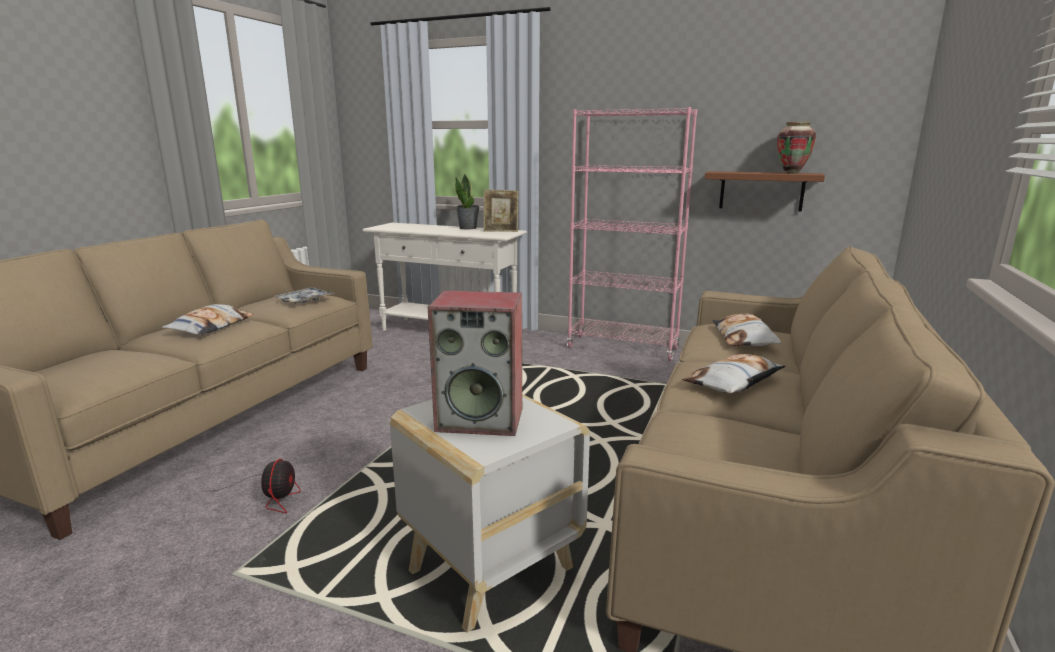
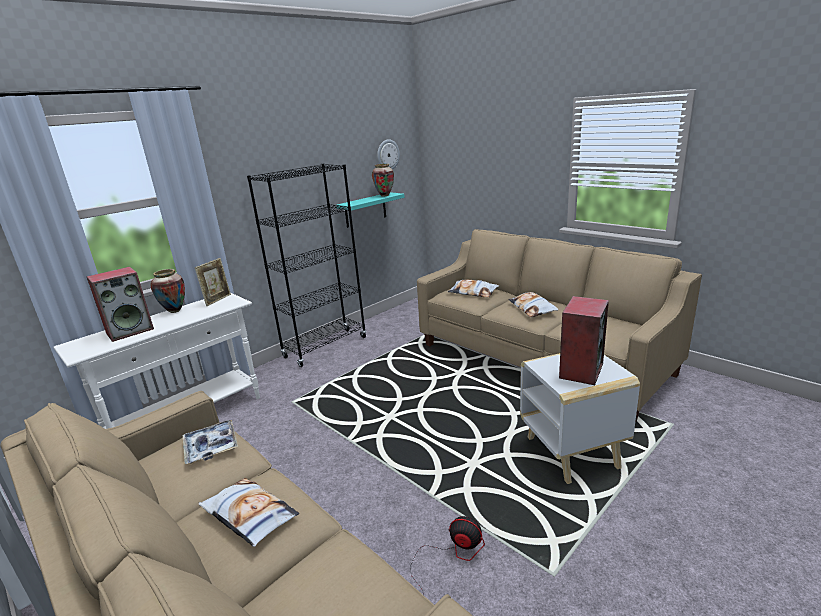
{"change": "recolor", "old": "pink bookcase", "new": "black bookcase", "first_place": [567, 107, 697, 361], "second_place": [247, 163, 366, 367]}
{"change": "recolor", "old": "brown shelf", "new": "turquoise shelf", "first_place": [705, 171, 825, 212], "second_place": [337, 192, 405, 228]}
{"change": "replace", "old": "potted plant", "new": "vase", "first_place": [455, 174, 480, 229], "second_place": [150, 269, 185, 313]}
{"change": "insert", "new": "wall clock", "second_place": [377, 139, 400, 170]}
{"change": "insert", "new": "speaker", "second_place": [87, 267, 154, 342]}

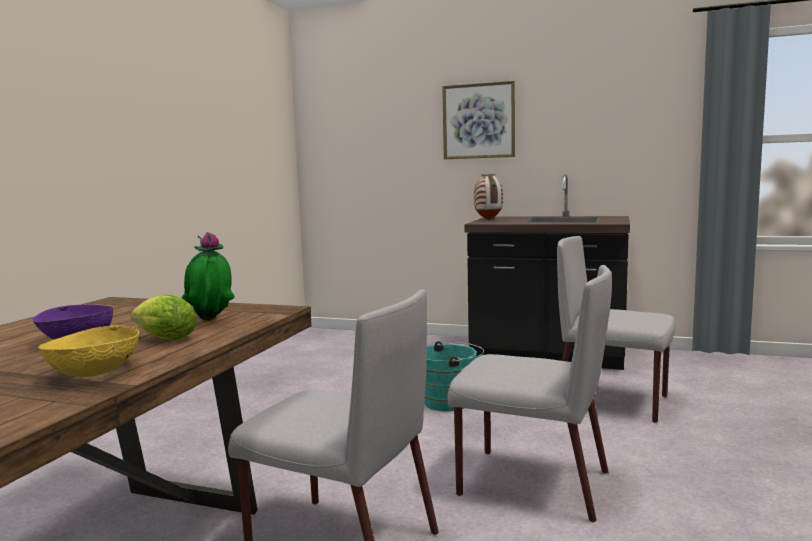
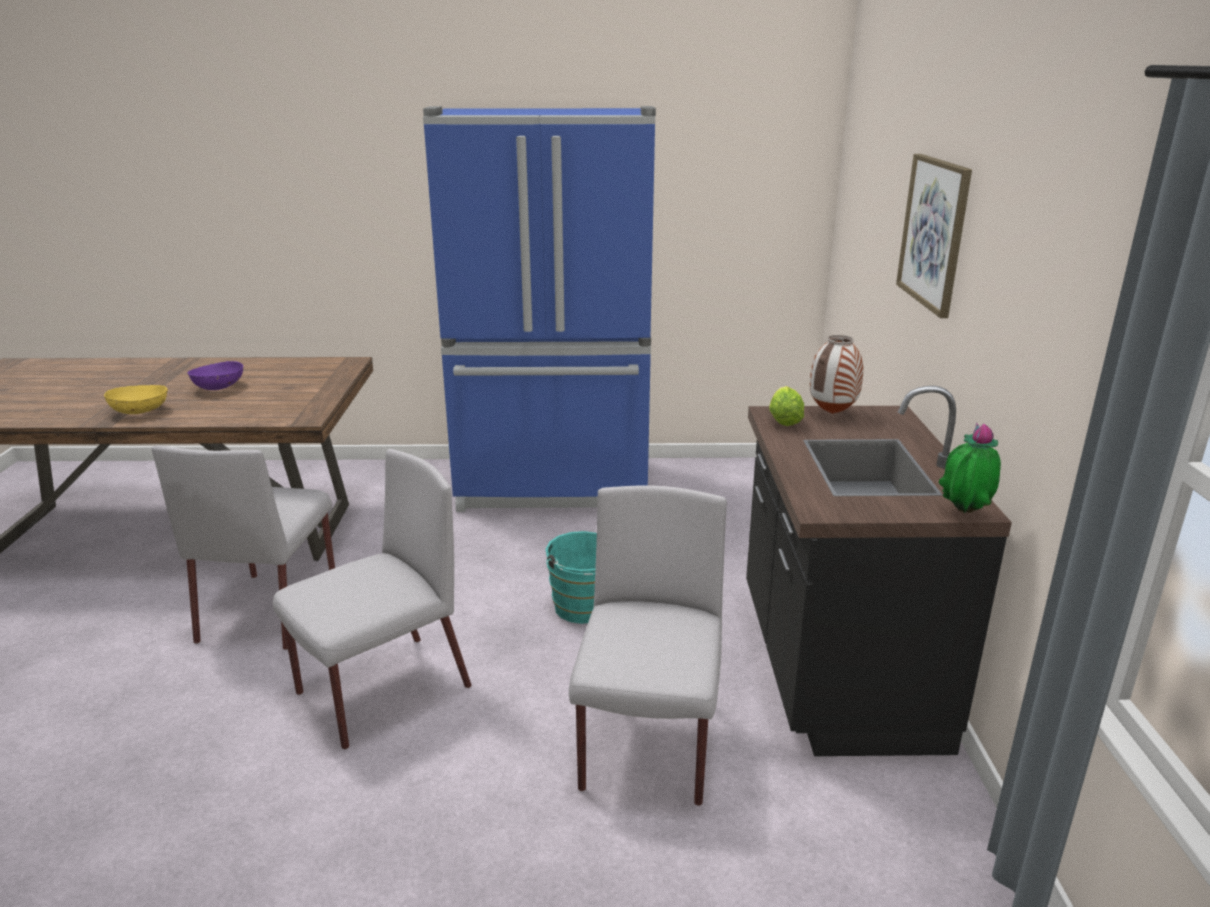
{"change": "move", "old": "potted plant", "first_place": [182, 232, 235, 321], "second_place": [939, 423, 1001, 513]}
{"change": "rotate", "old": "grey chair", "first_place": [447, 265, 612, 523], "second_place": [273, 449, 472, 749], "degrees": -135}
{"change": "move", "old": "lettuce", "first_place": [131, 295, 197, 340], "second_place": [769, 386, 804, 426]}
{"change": "insert", "new": "blue fridge", "second_place": [423, 106, 656, 512]}

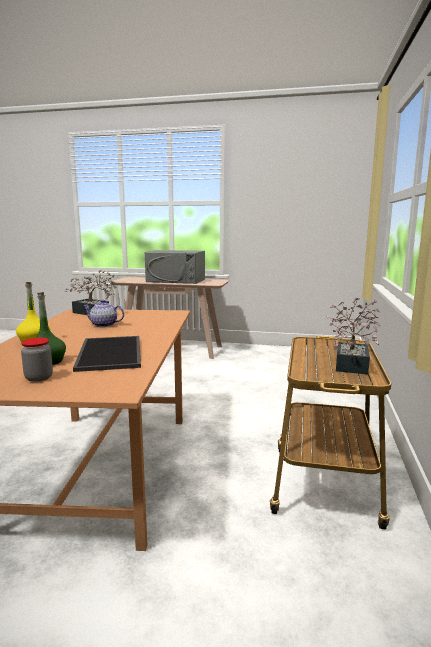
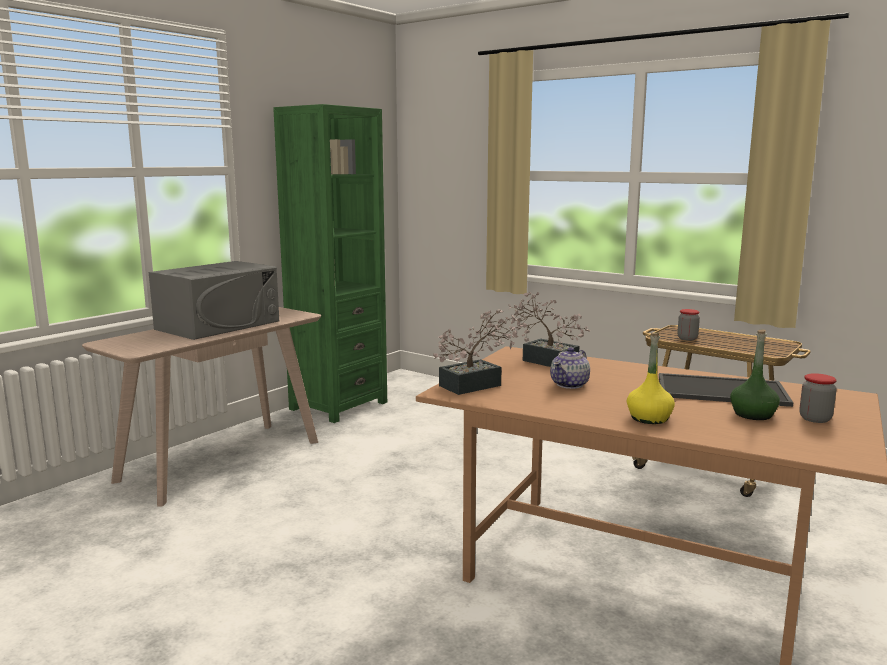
{"change": "move", "old": "potted plant", "first_place": [326, 297, 381, 374], "second_place": [508, 292, 591, 367]}
{"change": "insert", "new": "green bookcase", "second_place": [273, 104, 387, 423]}
{"change": "insert", "new": "jar", "second_place": [677, 309, 700, 341]}

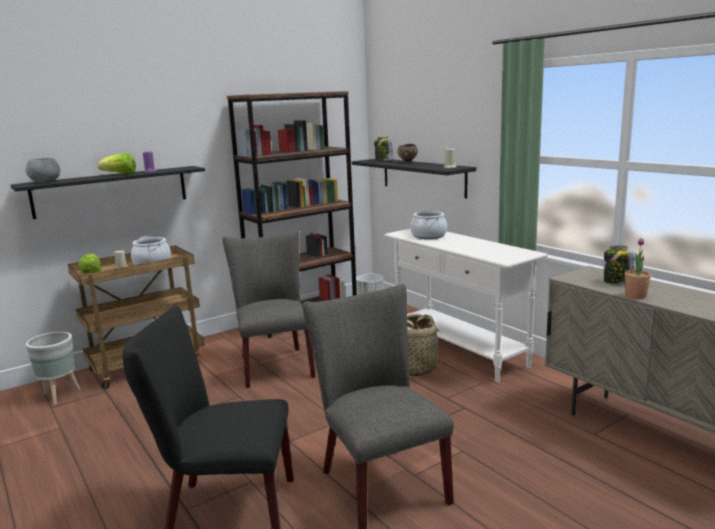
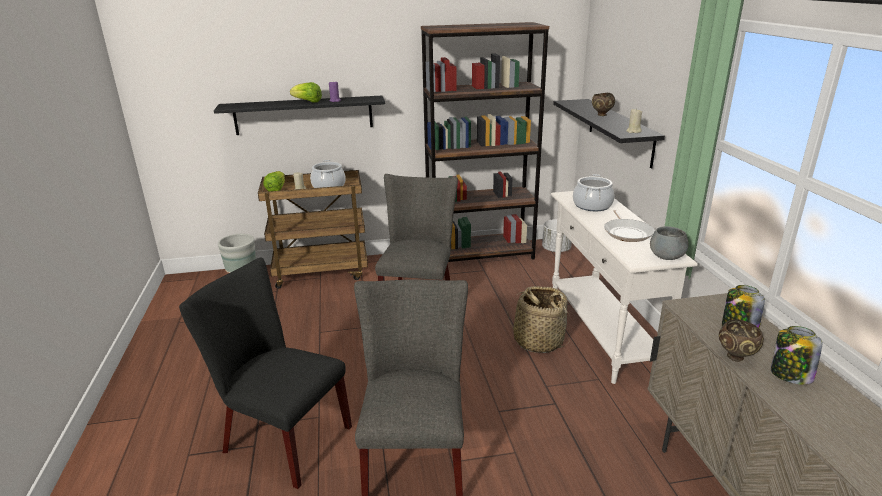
{"change": "move", "old": "jar", "first_place": [374, 137, 393, 161], "second_place": [771, 326, 822, 385]}
{"change": "move", "old": "grey bowl", "first_place": [26, 158, 60, 183], "second_place": [650, 226, 689, 260]}
{"change": "replace", "old": "potted plant", "new": "brown bowl", "first_place": [625, 238, 651, 299], "second_place": [719, 319, 764, 362]}
{"change": "insert", "new": "frying pan", "second_place": [604, 210, 655, 242]}

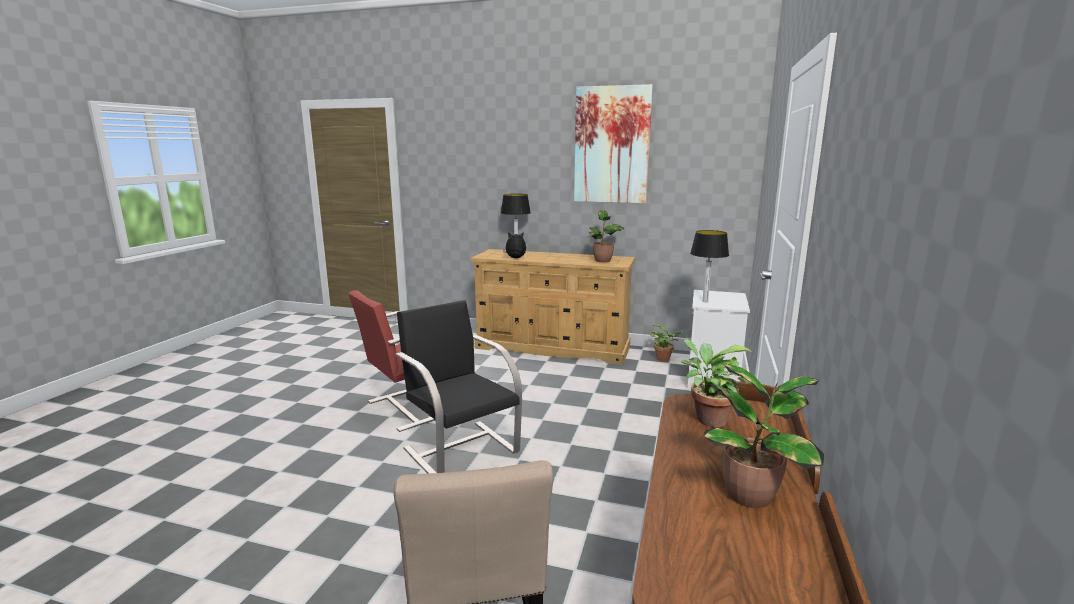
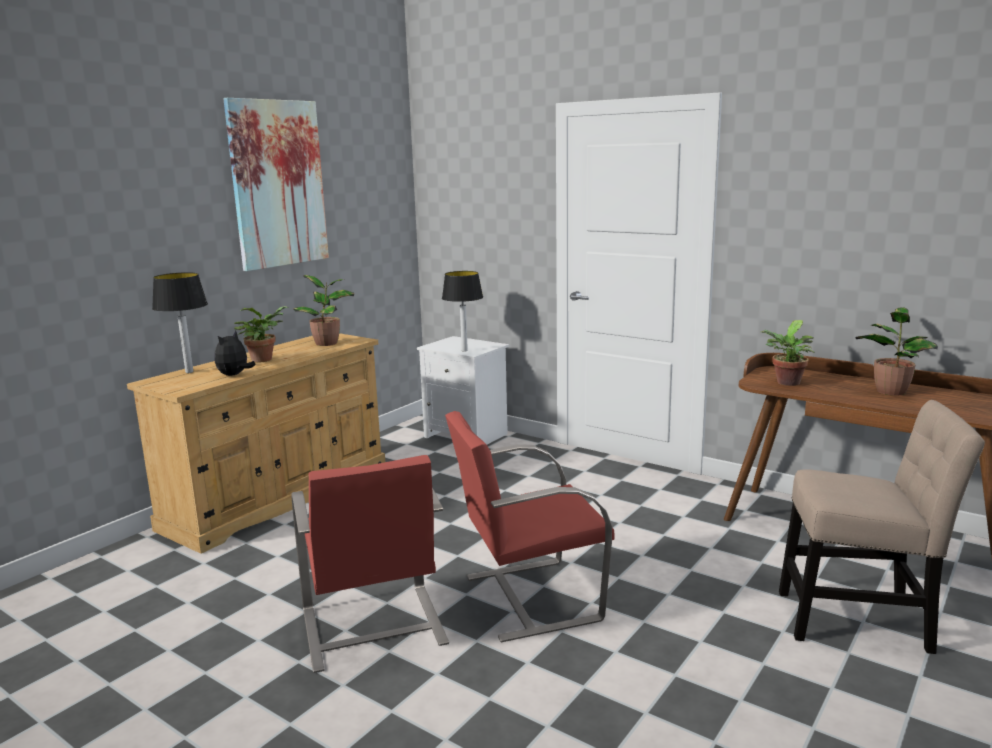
{"change": "recolor", "old": "black chair", "new": "red chair", "first_place": [395, 300, 522, 474], "second_place": [445, 411, 615, 642]}
{"change": "move", "old": "potted plant", "first_place": [650, 324, 684, 361], "second_place": [234, 306, 288, 362]}

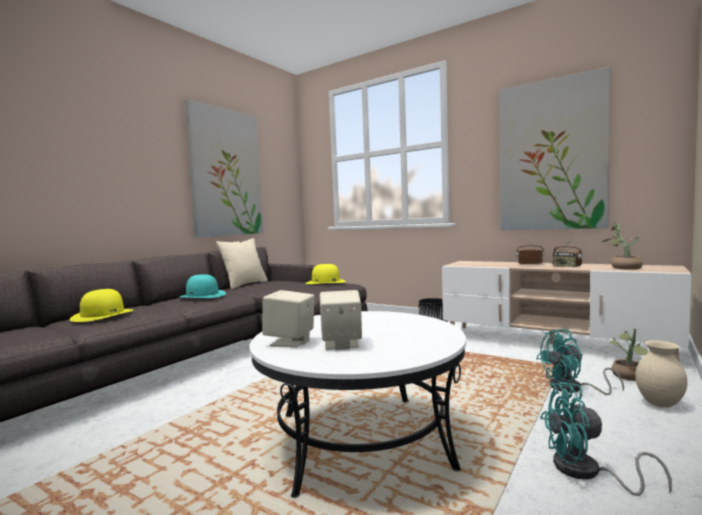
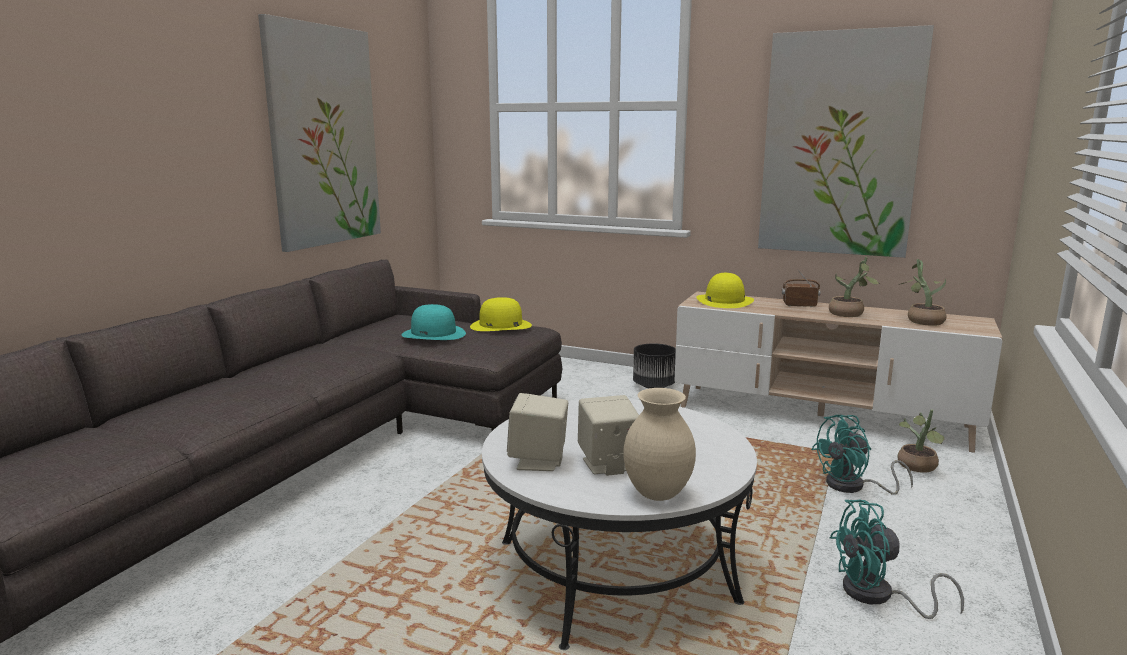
{"change": "delete", "old": "beige pillow", "first_place": [216, 238, 267, 289]}
{"change": "replace", "old": "radio", "new": "potted plant", "first_place": [552, 238, 583, 268], "second_place": [829, 257, 879, 317]}
{"change": "move", "old": "turquoise hat", "first_place": [179, 274, 226, 298], "second_place": [401, 304, 466, 340]}
{"change": "move", "old": "yellow hat", "first_place": [70, 289, 133, 322], "second_place": [696, 273, 754, 308]}
{"change": "move", "old": "beige vase", "first_place": [635, 340, 688, 408], "second_place": [624, 388, 696, 501]}

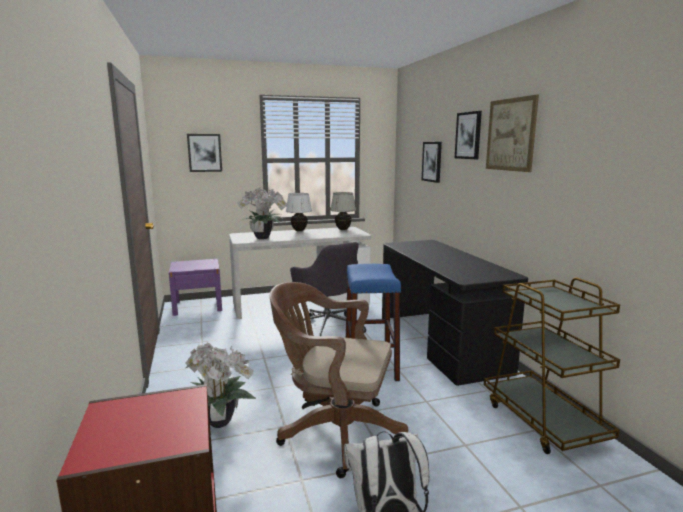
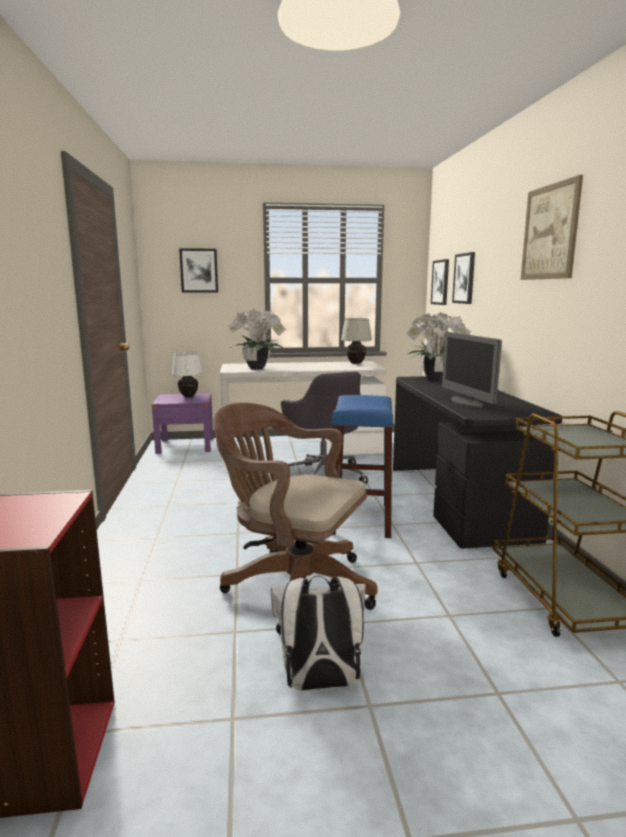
{"change": "move", "old": "picture", "first_place": [455, 111, 482, 159], "second_place": [431, 259, 449, 305]}
{"change": "move", "old": "white table lamp", "first_place": [286, 193, 312, 231], "second_place": [172, 352, 203, 397]}
{"change": "move", "old": "potted plant", "first_place": [186, 342, 256, 428], "second_place": [407, 312, 471, 382]}
{"change": "insert", "new": "monitor", "second_place": [442, 332, 502, 408]}

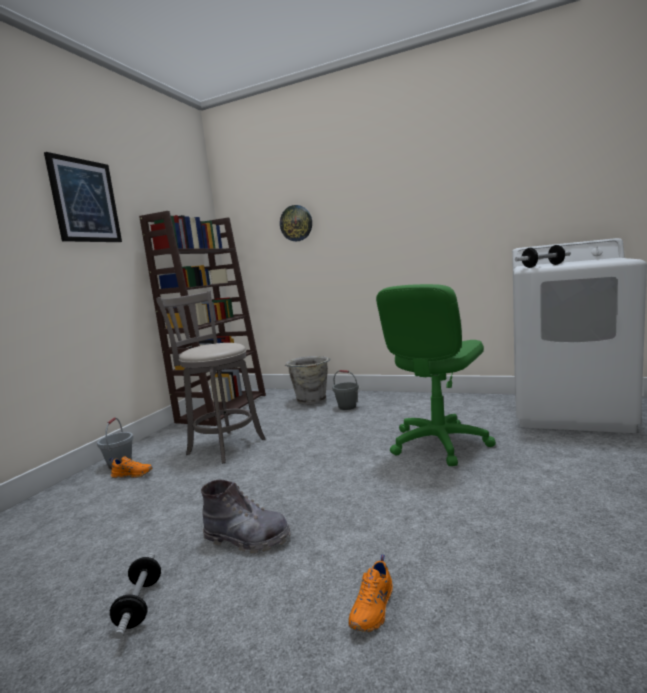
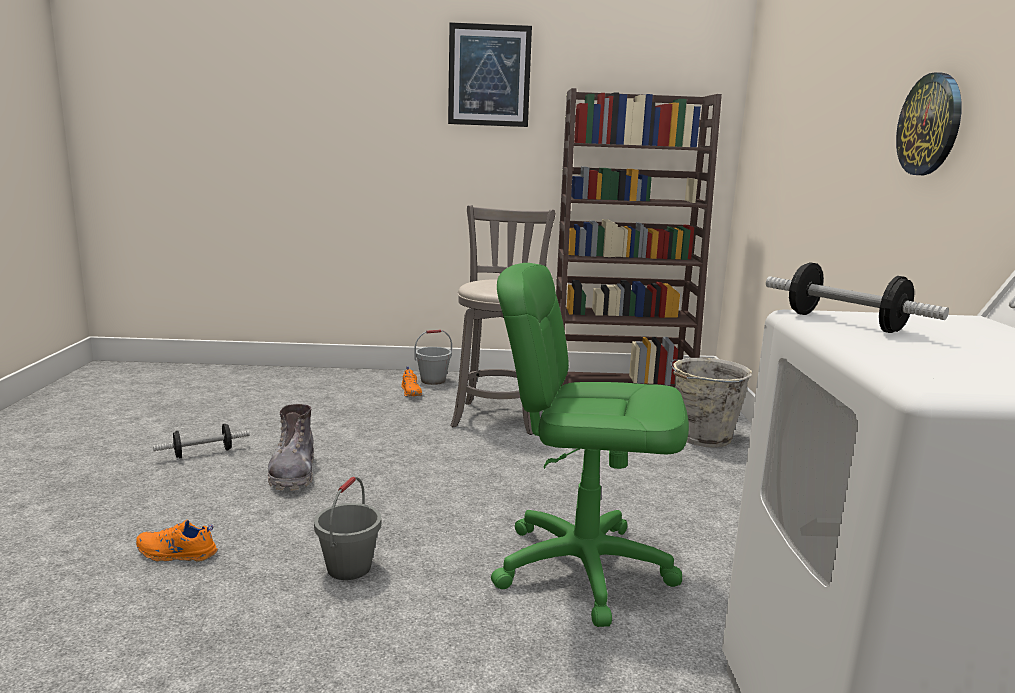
{"change": "move", "old": "wall clock", "first_place": [280, 205, 312, 241], "second_place": [896, 72, 962, 175]}
{"change": "move", "old": "grey bucket", "first_place": [332, 370, 359, 410], "second_place": [314, 477, 381, 580]}

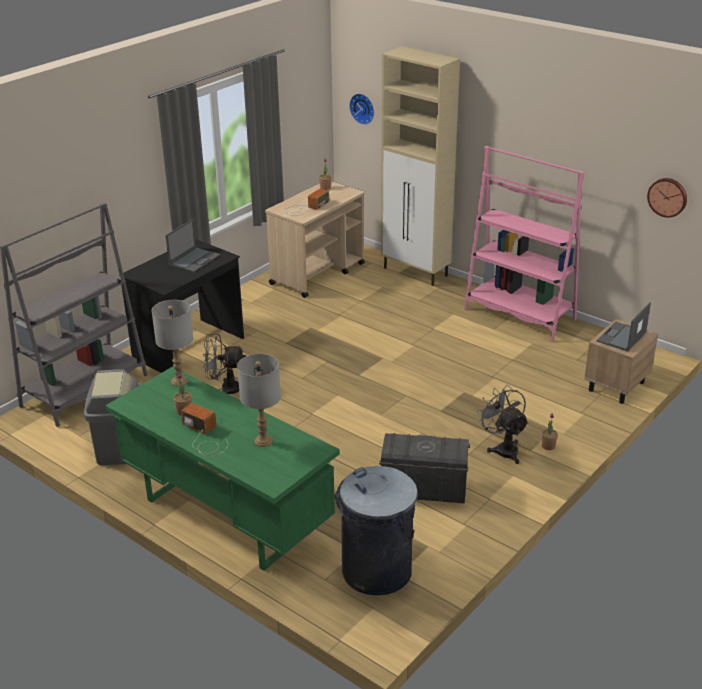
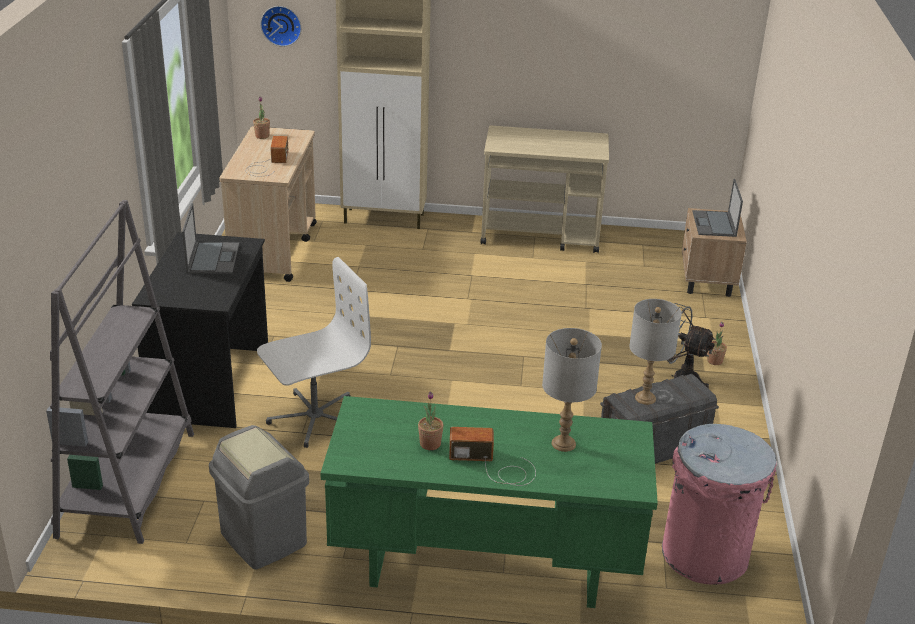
{"change": "replace", "old": "pink bookcase", "new": "beige cart", "first_place": [464, 146, 585, 342], "second_place": [480, 126, 609, 253]}
{"change": "delete", "old": "wall clock", "first_place": [647, 178, 687, 218]}
{"change": "move", "old": "grey table lamp", "first_place": [152, 300, 193, 386], "second_place": [629, 299, 682, 405]}
{"change": "replace", "old": "grey fan", "new": "white office chair", "first_place": [203, 334, 246, 394], "second_place": [257, 257, 371, 448]}
{"change": "recolor", "old": "grey trash can", "new": "pink trash can", "first_place": [334, 466, 418, 595], "second_place": [662, 424, 777, 585]}

